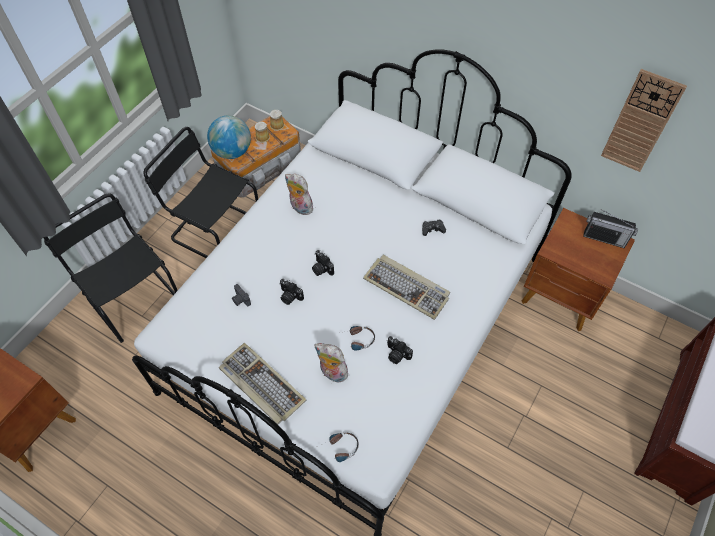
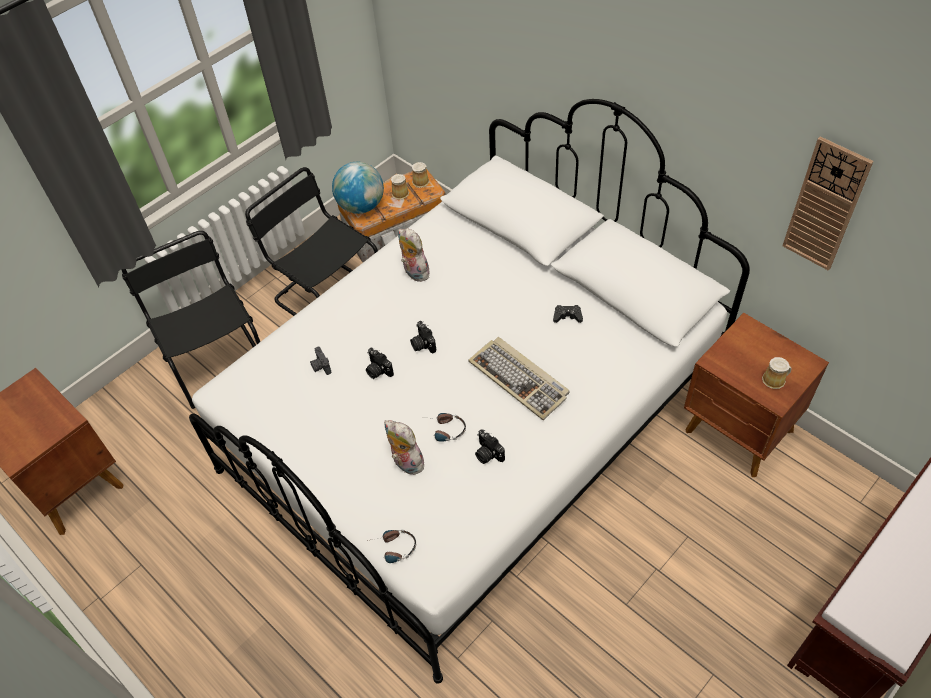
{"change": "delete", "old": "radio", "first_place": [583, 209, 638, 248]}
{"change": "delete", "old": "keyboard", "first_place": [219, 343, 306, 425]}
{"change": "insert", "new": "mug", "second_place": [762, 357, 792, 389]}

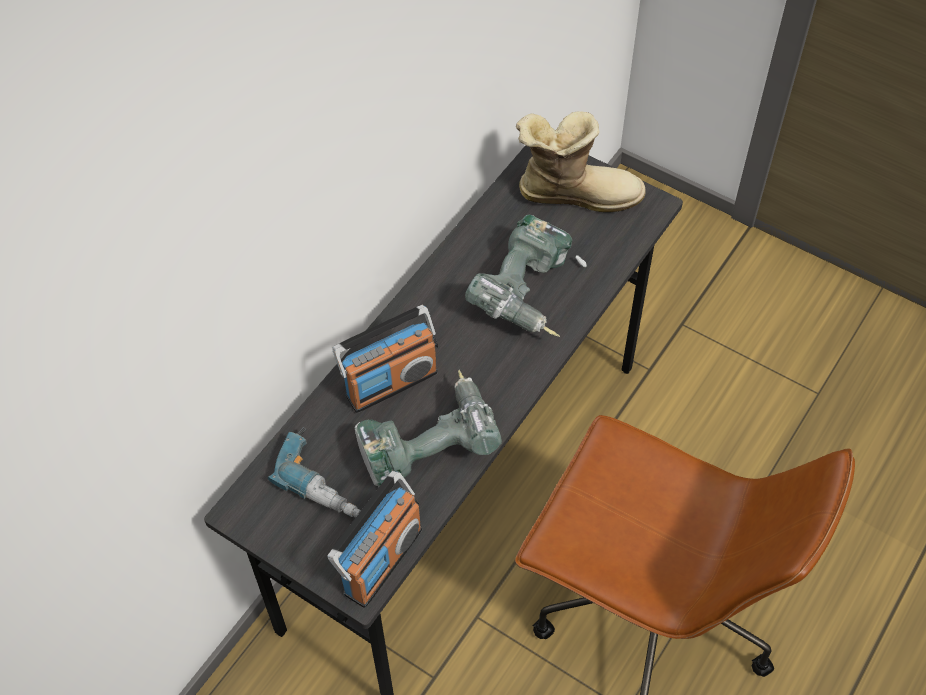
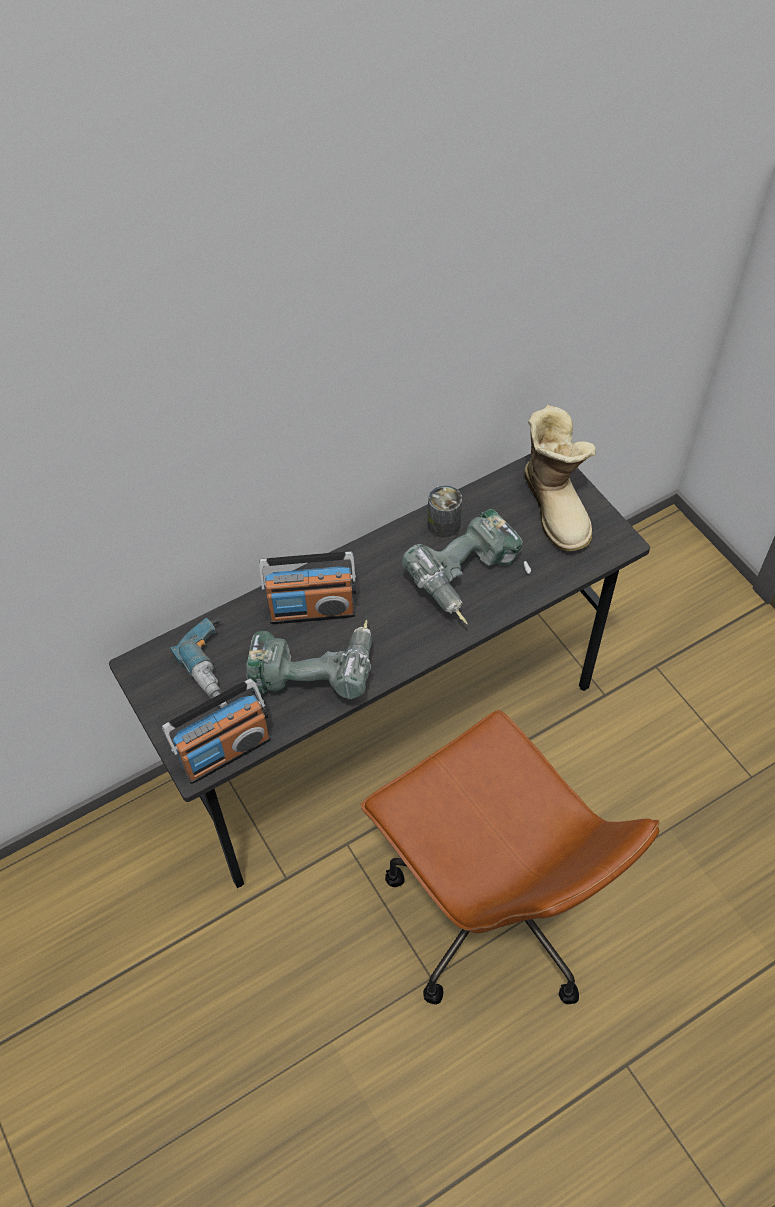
{"change": "rotate", "old": "boot", "first_place": [516, 111, 646, 212], "second_place": [524, 405, 596, 552], "degrees": 45}
{"change": "insert", "new": "can", "second_place": [428, 485, 462, 539]}

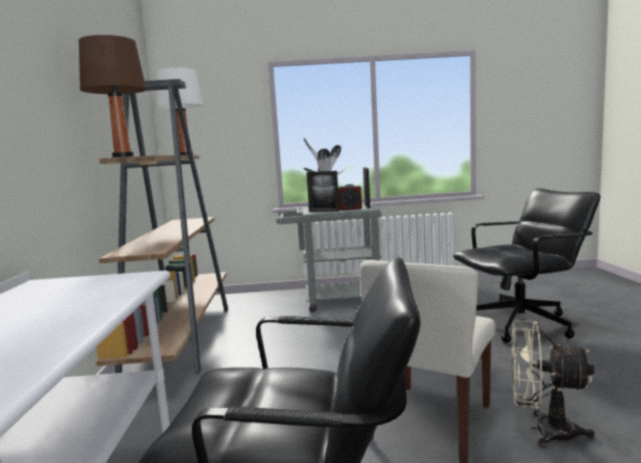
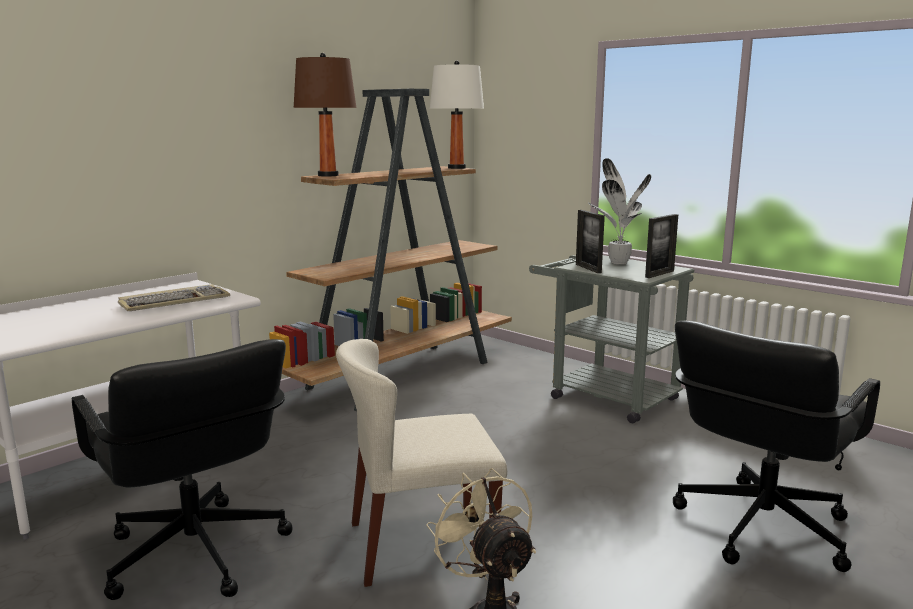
{"change": "delete", "old": "alarm clock", "first_place": [338, 184, 362, 210]}
{"change": "rotate", "old": "black office chair", "first_place": [453, 188, 600, 343], "second_place": [673, 321, 880, 572], "degrees": 105}
{"change": "insert", "new": "keyboard", "second_place": [118, 284, 230, 311]}

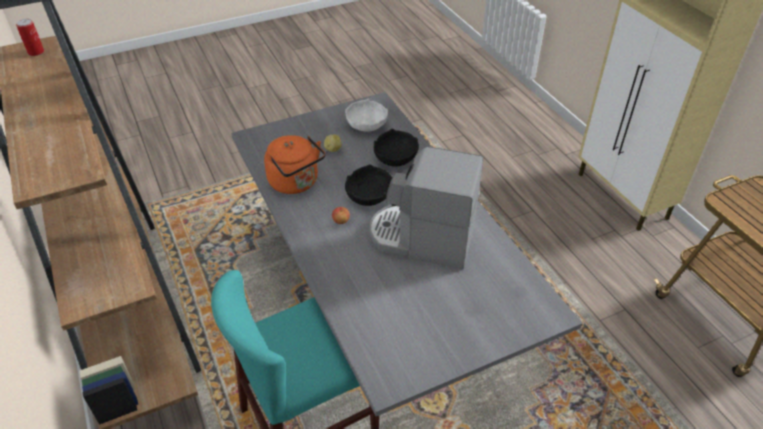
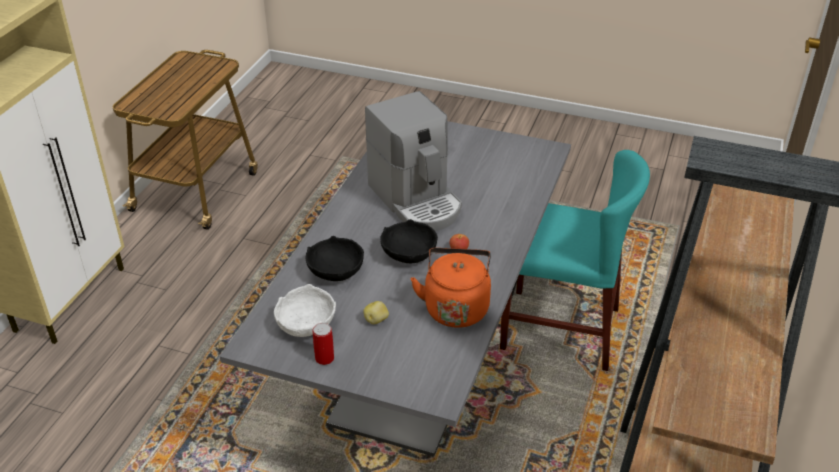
{"change": "move", "old": "can", "first_place": [16, 19, 44, 56], "second_place": [313, 323, 334, 365]}

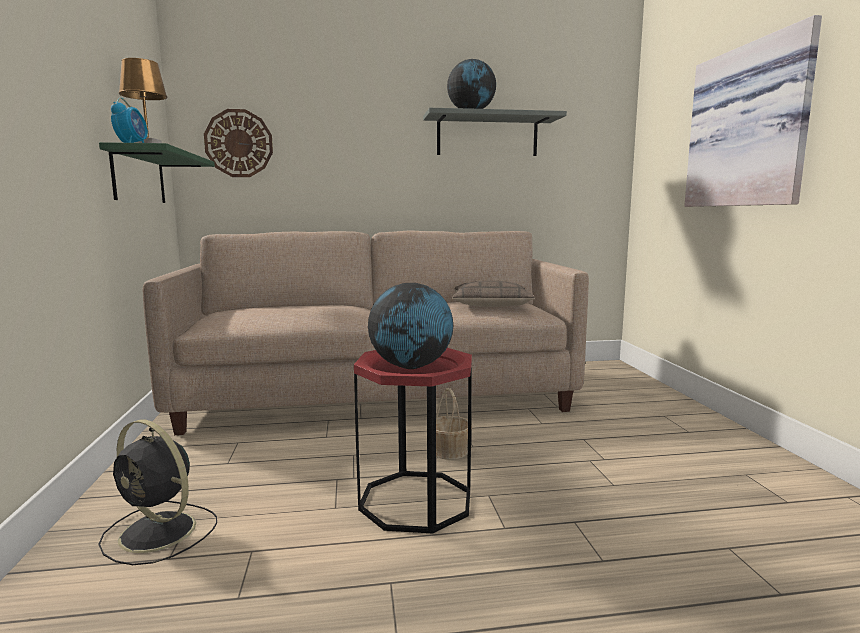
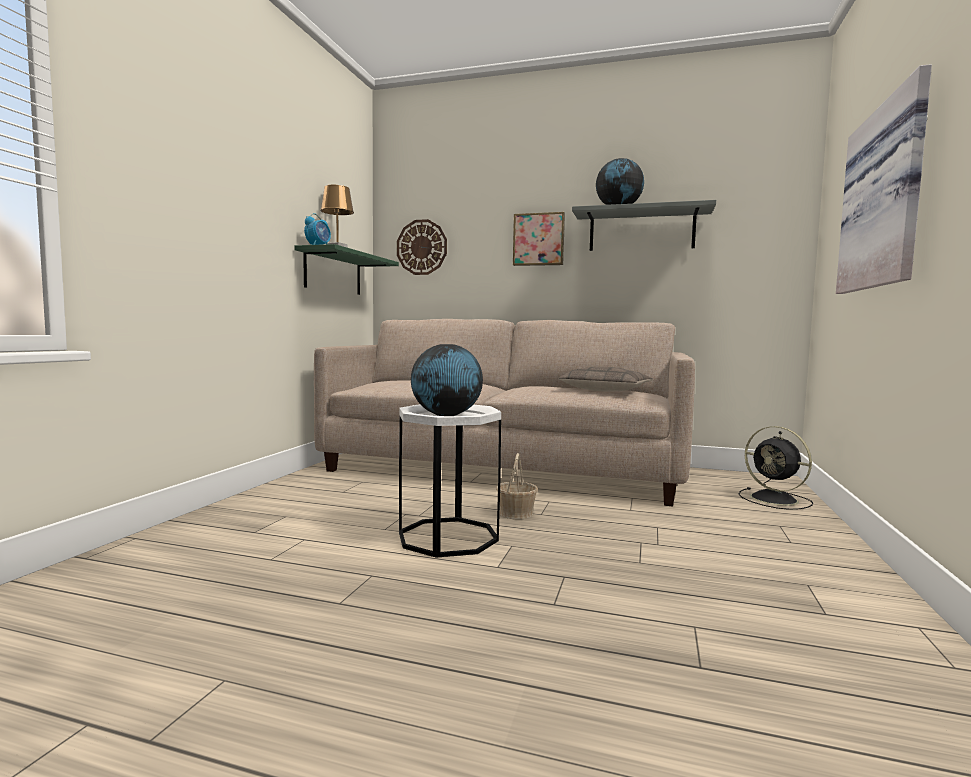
{"change": "recolor", "old": "red side table", "new": "white side table", "first_place": [354, 348, 472, 534], "second_place": [399, 404, 501, 558]}
{"change": "move", "old": "black fan", "first_place": [98, 419, 217, 565], "second_place": [739, 426, 813, 510]}
{"change": "insert", "new": "picture", "second_place": [513, 212, 565, 266]}

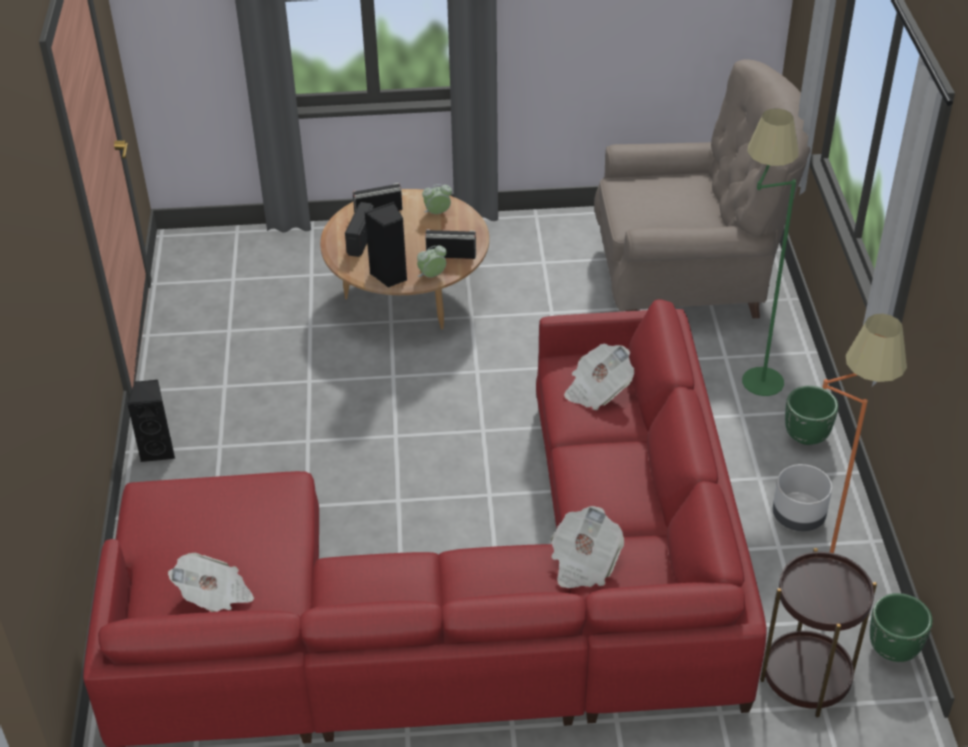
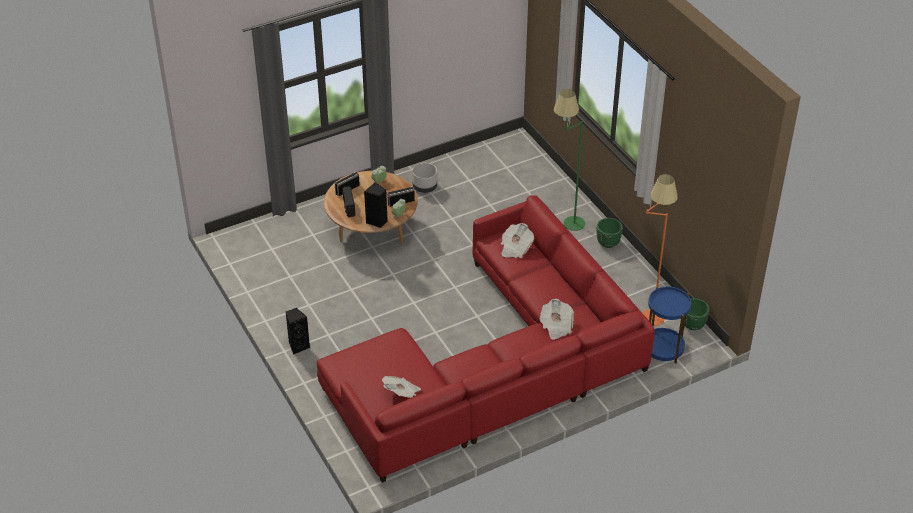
{"change": "delete", "old": "beige armchair", "first_place": [594, 59, 815, 318]}
{"change": "move", "old": "grey planter", "first_place": [773, 464, 832, 531], "second_place": [412, 163, 437, 193]}
{"change": "recolor", "old": "brown side table", "new": "blue side table", "first_place": [760, 548, 877, 717], "second_place": [648, 287, 691, 364]}

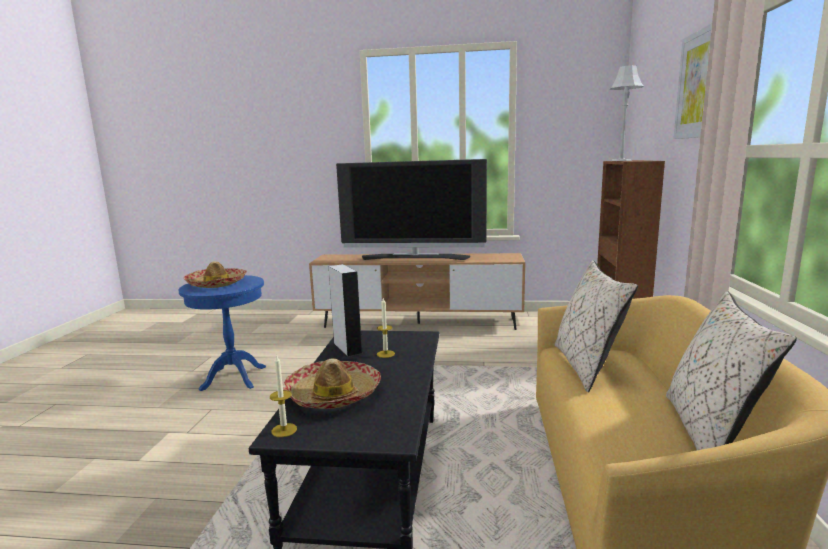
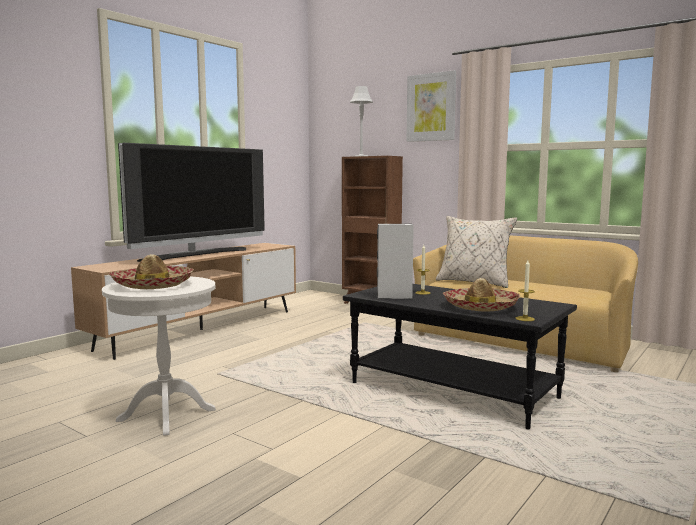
{"change": "recolor", "old": "blue side table", "new": "white side table", "first_place": [178, 275, 266, 391], "second_place": [102, 276, 216, 436]}
{"change": "delete", "old": "beige pillow", "first_place": [666, 291, 797, 450]}

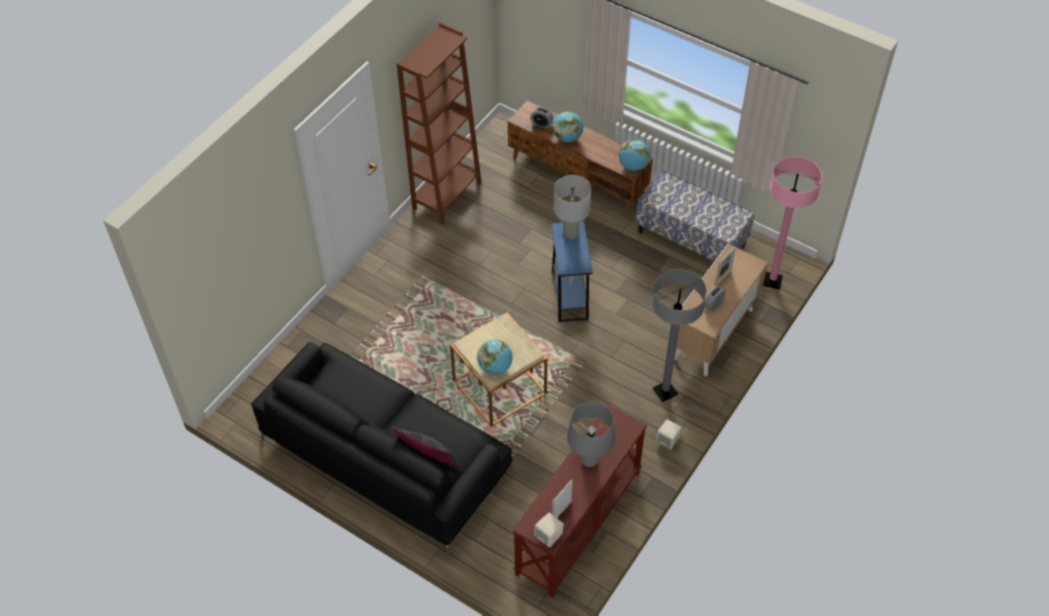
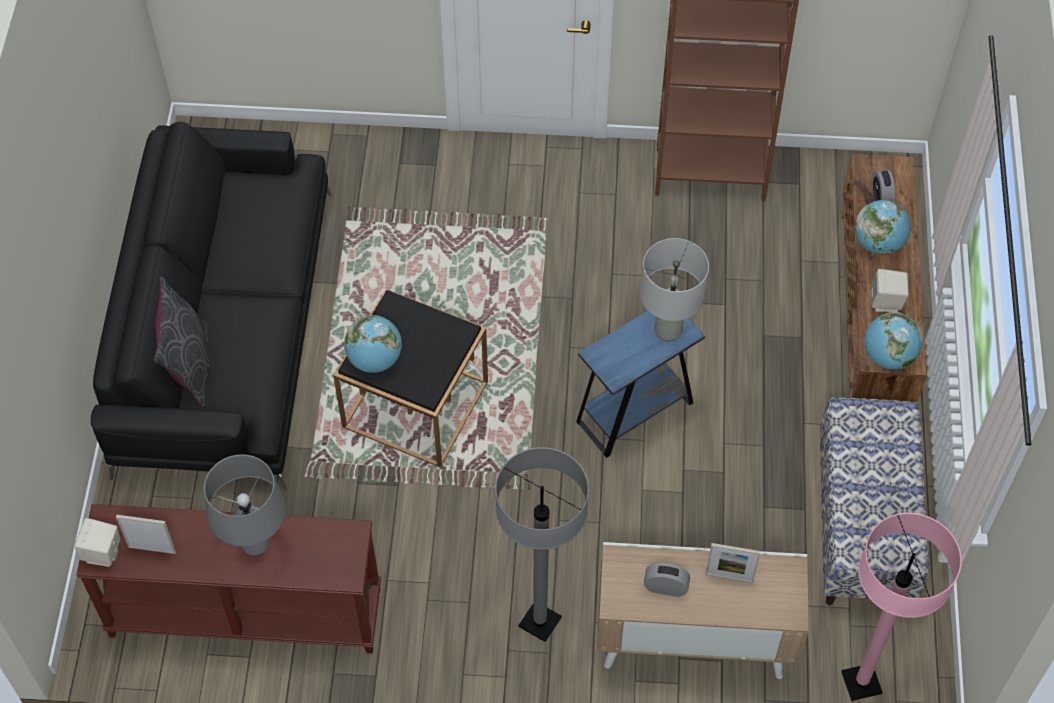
{"change": "recolor", "old": "beige side table", "new": "black side table", "first_place": [450, 312, 548, 427], "second_place": [333, 289, 488, 467]}
{"change": "move", "old": "beige speaker", "first_place": [656, 419, 682, 450], "second_place": [871, 269, 909, 312]}

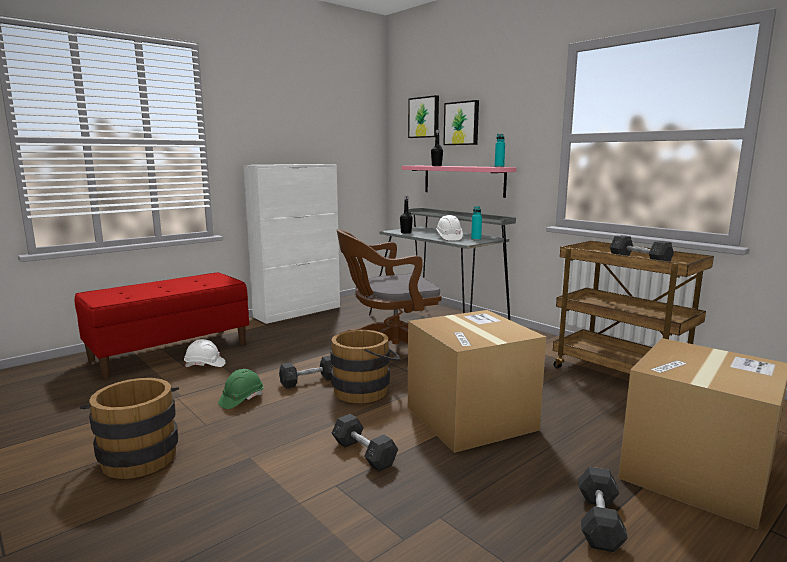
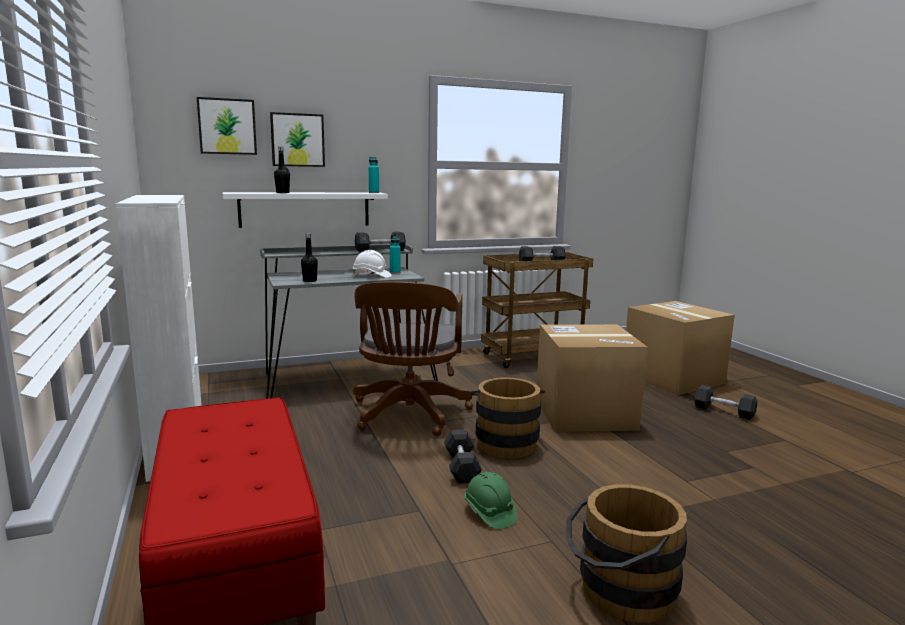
{"change": "recolor", "old": "pink shelf", "new": "white shelf", "first_place": [402, 166, 517, 198], "second_place": [223, 192, 388, 228]}
{"change": "delete", "old": "white hard hat", "first_place": [184, 339, 226, 367]}
{"change": "move", "old": "grey dumbbell", "first_place": [332, 414, 398, 471], "second_place": [355, 232, 406, 252]}

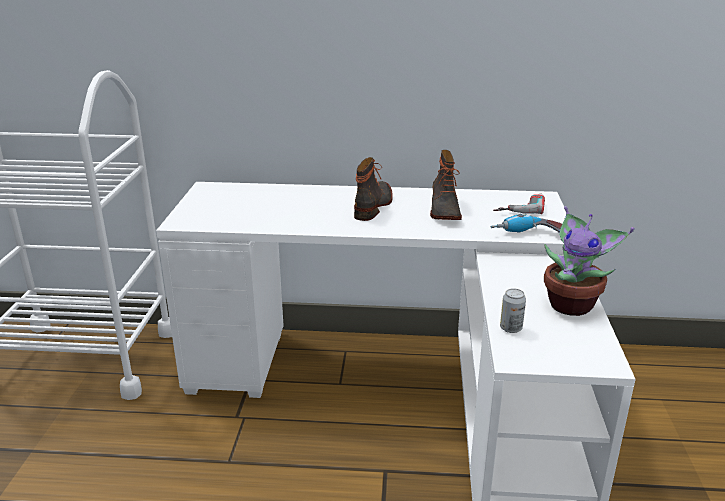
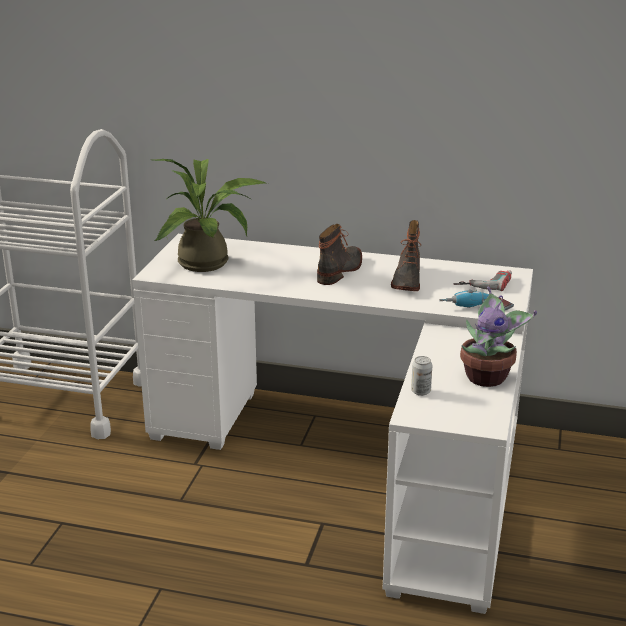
{"change": "insert", "new": "potted plant", "second_place": [153, 159, 268, 272]}

